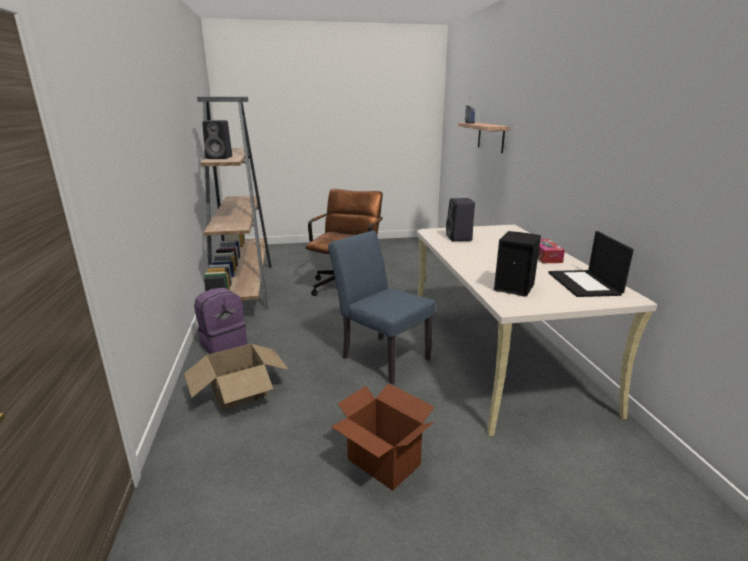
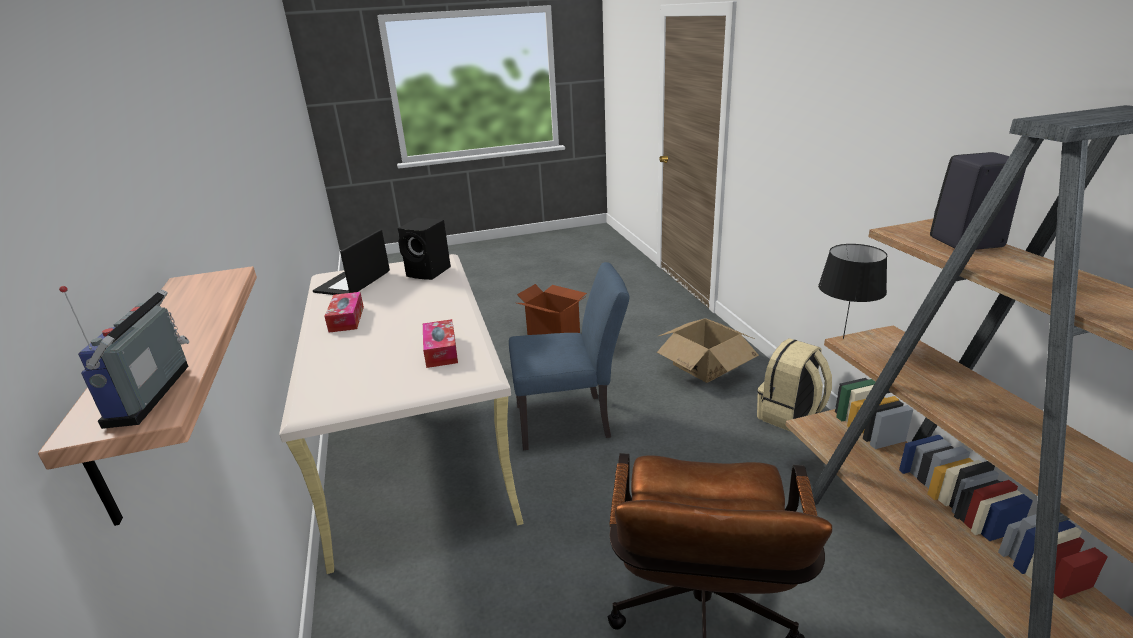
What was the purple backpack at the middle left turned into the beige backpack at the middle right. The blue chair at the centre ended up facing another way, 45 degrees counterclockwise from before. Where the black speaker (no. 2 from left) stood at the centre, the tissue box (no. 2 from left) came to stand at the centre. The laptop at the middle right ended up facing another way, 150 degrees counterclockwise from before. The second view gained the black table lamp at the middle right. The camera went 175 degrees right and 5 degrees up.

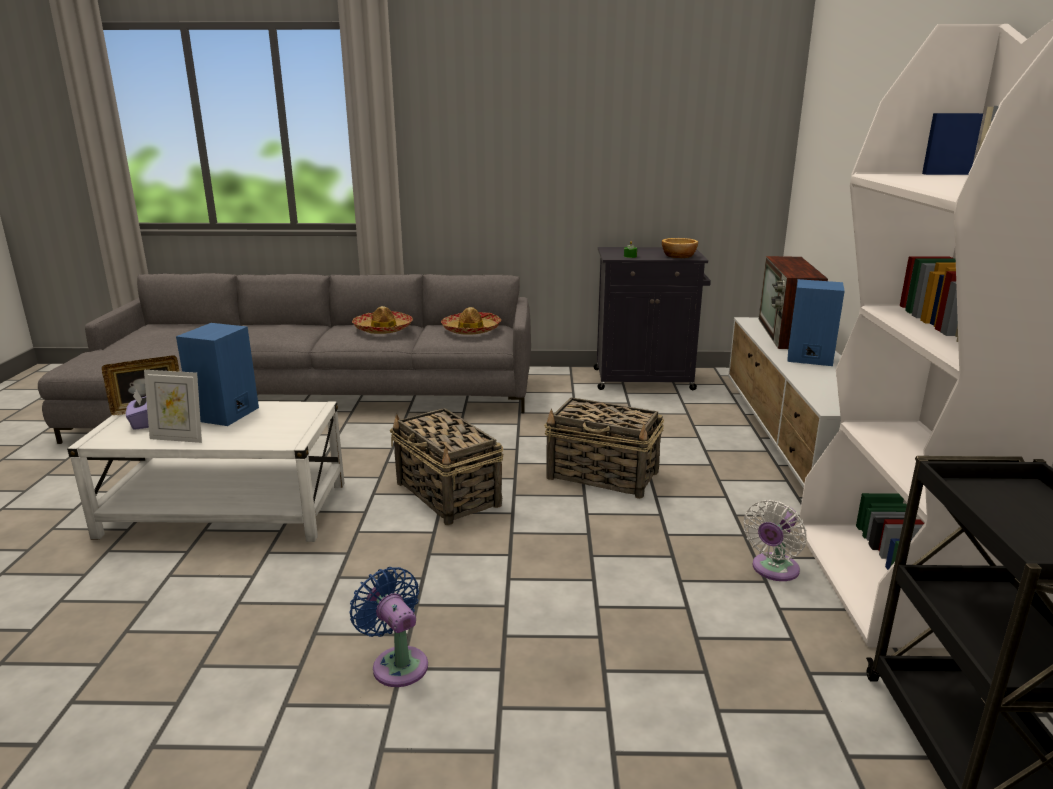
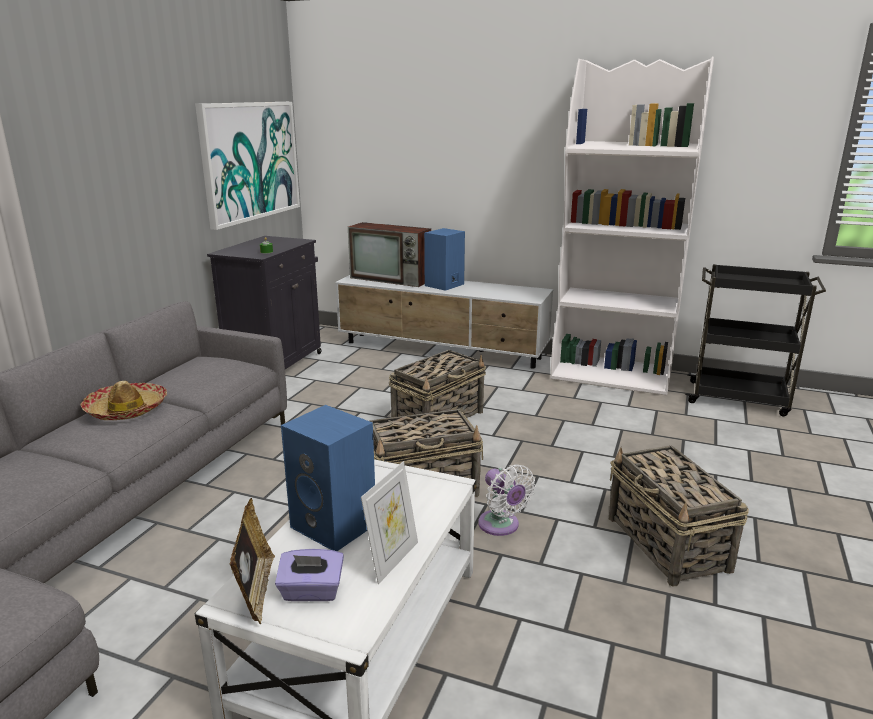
Where the blue fan stood at the bottom centre, the basket (no. 3 from left) came to stand at the bottom right. The second view lost the hat (no. 2 from left) at the centre. The second view lost the bowl at the top centre. The white fan ended up elsewhere, having gone from the bottom right to the bottom centre. The second view gained the picture at the top left. The camera went 70 degrees left and 0 degrees up.

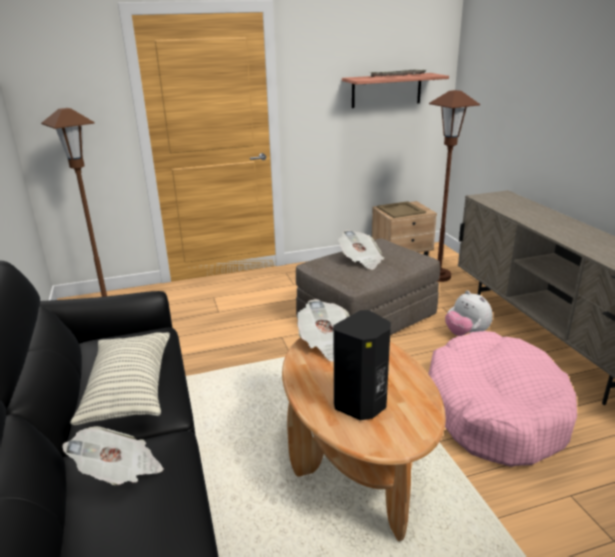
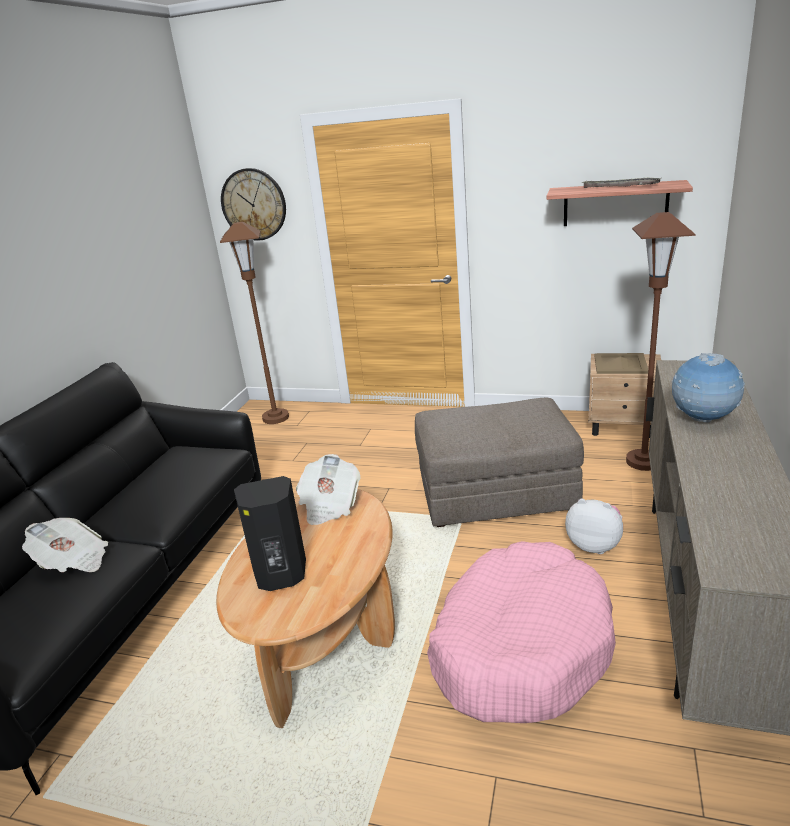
The second view lost the pillow at the bottom left. The second view lost the newspaper (no. 3 from left) at the centre. The plush toy at the middle right ended up facing another way, 120 degrees clockwise from before. The second view gained the wall clock at the top left. The second view gained the globe at the middle right. The camera went 35 degrees right and 0 degrees up.

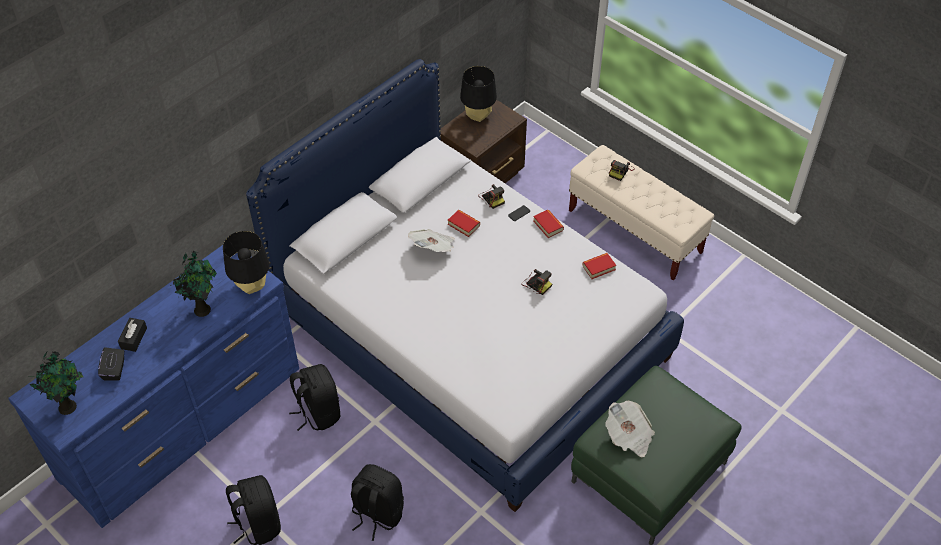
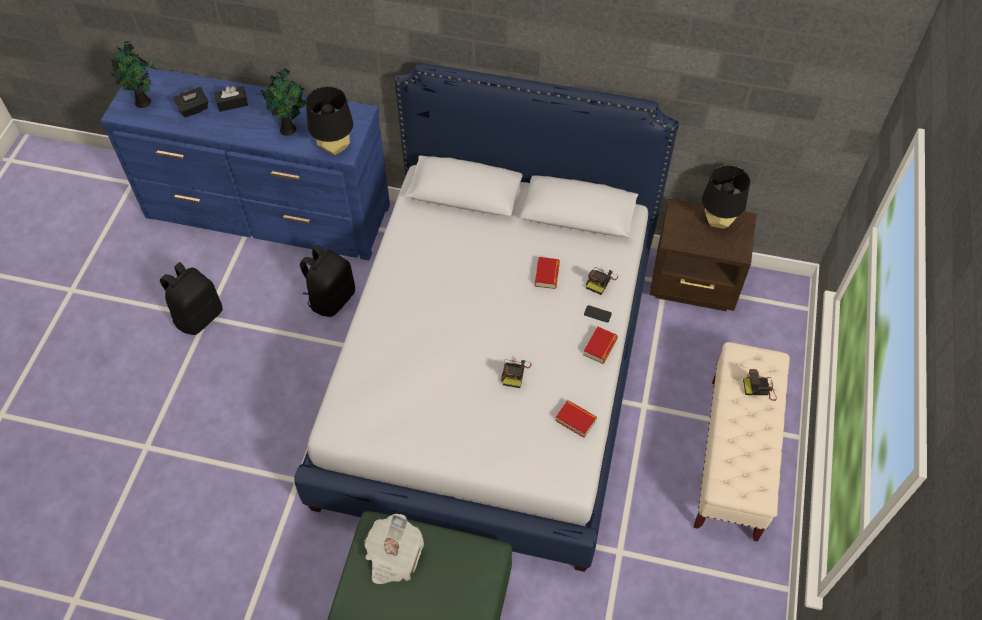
The second view lost the black backpack (no. 3 from left) at the bottom centre. The second view lost the newspaper (no. 1 from left) at the centre. The camera went 60 degrees right and 5 degrees up.

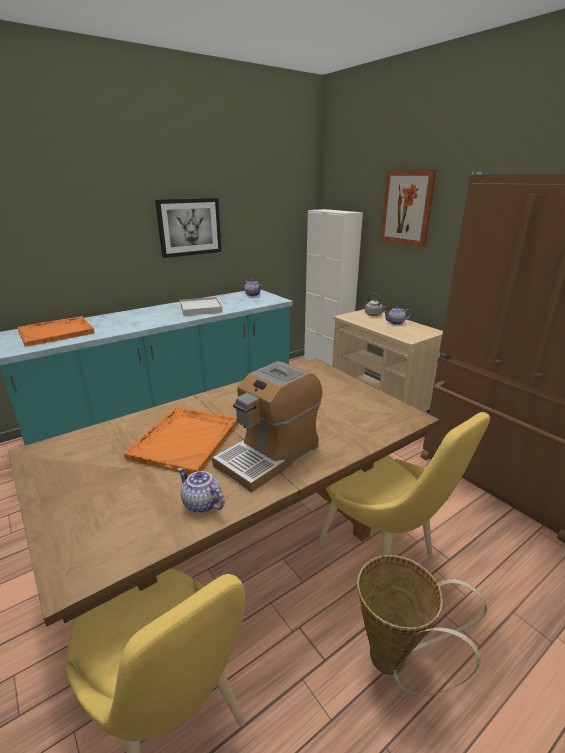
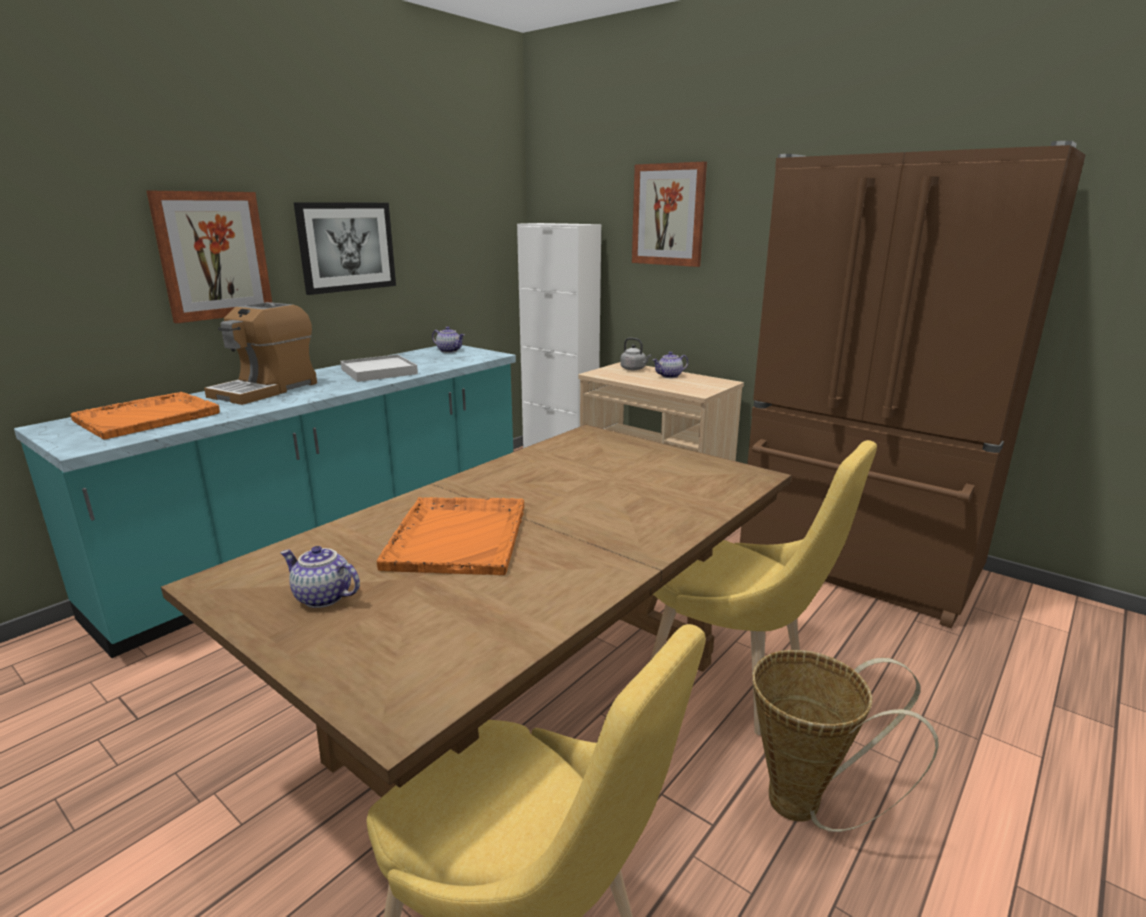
The teapot (no. 1 from left) ended up elsewhere, having gone from the centre to the middle left. The coffee machine ended up elsewhere, having gone from the centre to the middle left. The second view gained the picture (no. 1 from left) at the top left. The camera went 15 degrees left and 5 degrees down.

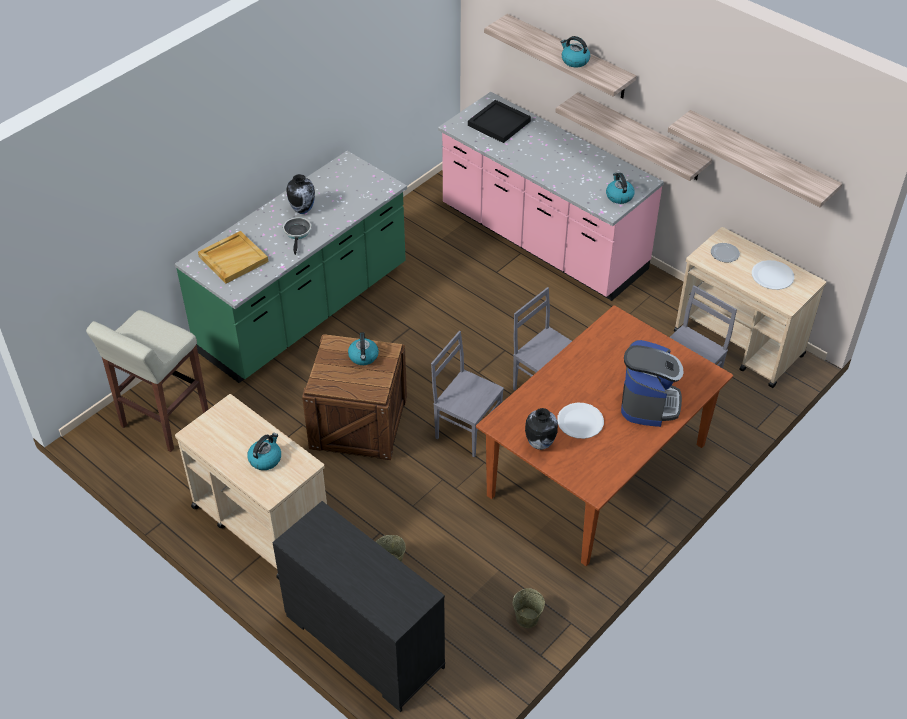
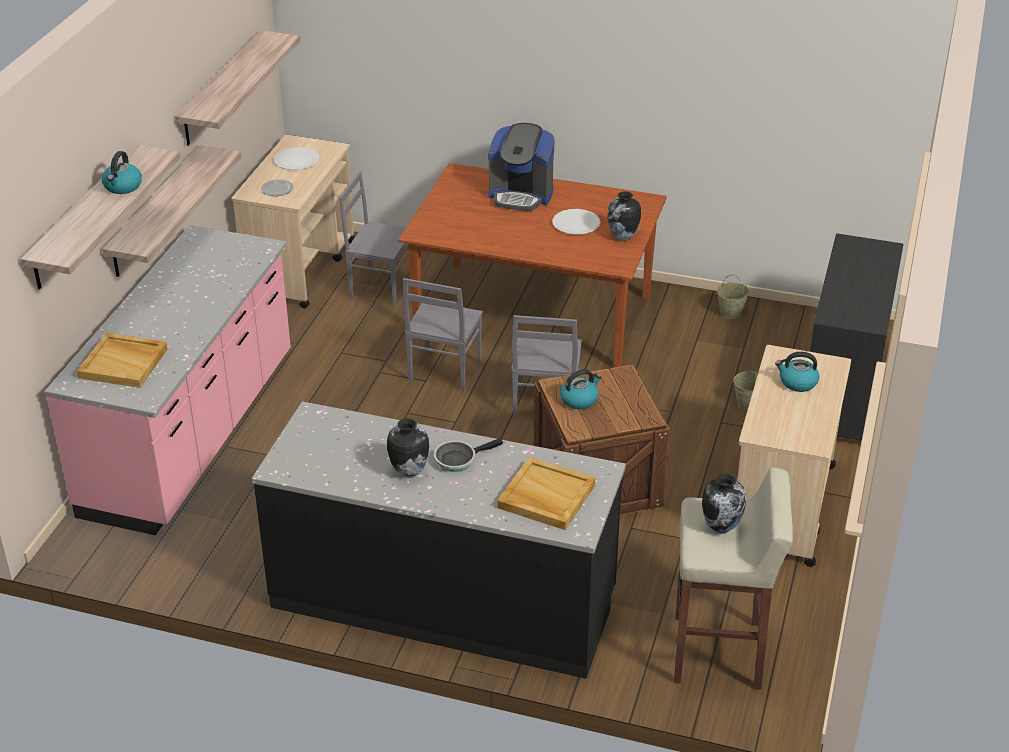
What was the green counter at the middle left turned into the black counter at the bottom centre. What was the black tray at the top centre turned into the beige tray (no. 1 from left) at the middle left. The second view lost the kettle (no. 4 from left) at the top right. The coffee machine at the middle right ended up facing another way, 150 degrees counterclockwise from before. The second view gained the vase (no. 3 from left) at the bottom right. The camera went 115 degrees left and 10 degrees down.

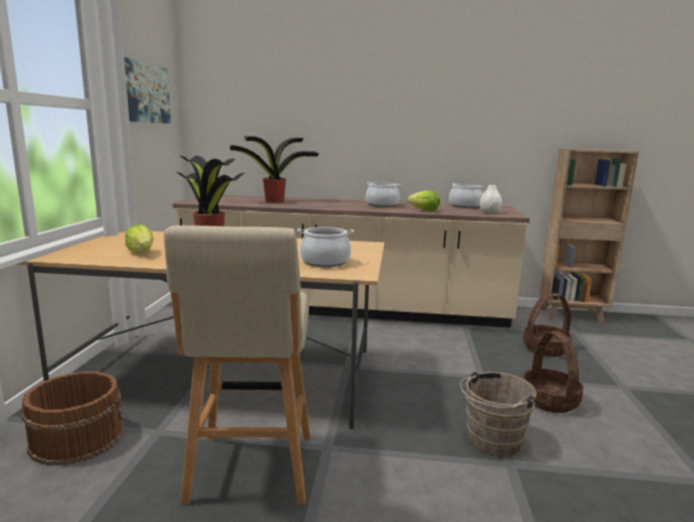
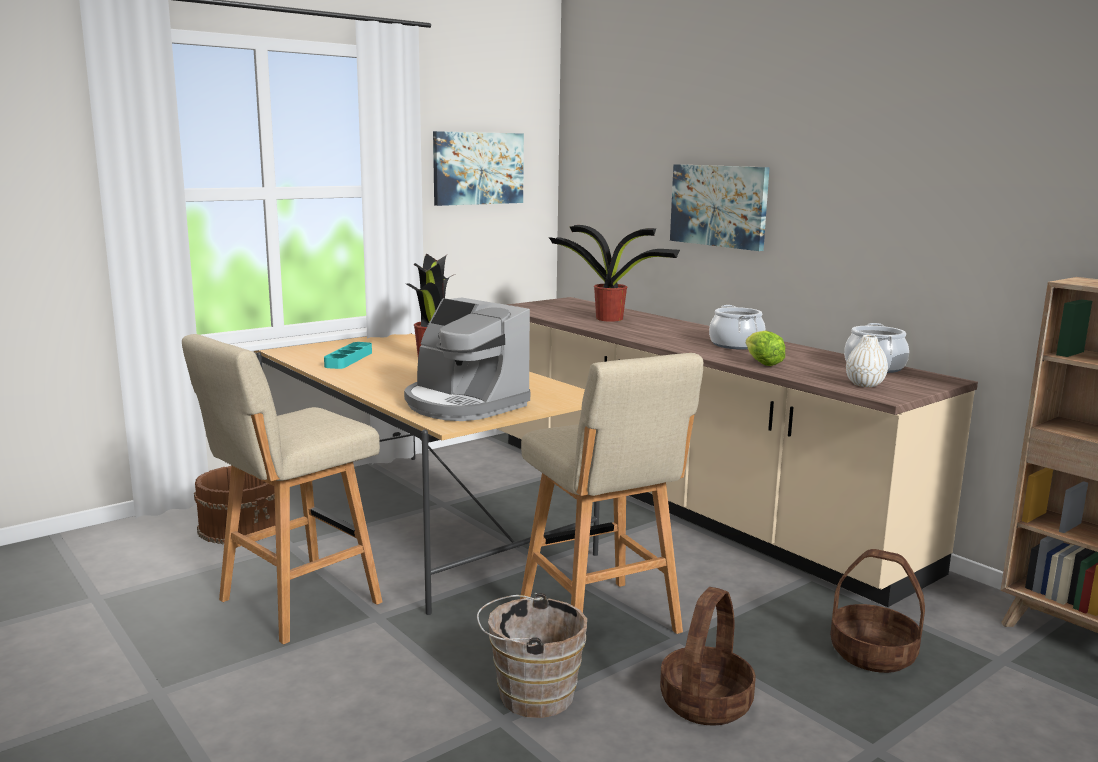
Where the lettuce (no. 1 from left) stood at the middle left, the turquoise tray came to stand at the middle left. Where the cooking pot (no. 1 from left) stood at the centre, the coffee machine came to stand at the centre. The second view gained the beige stool (no. 2 from left) at the centre. The second view gained the picture (no. 2 from left) at the top centre. The camera went 45 degrees right and 0 degrees up.

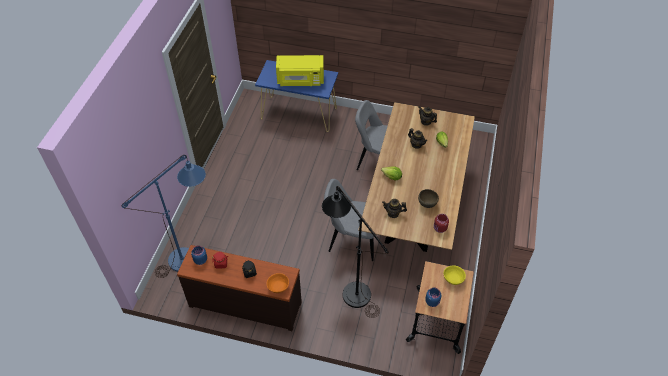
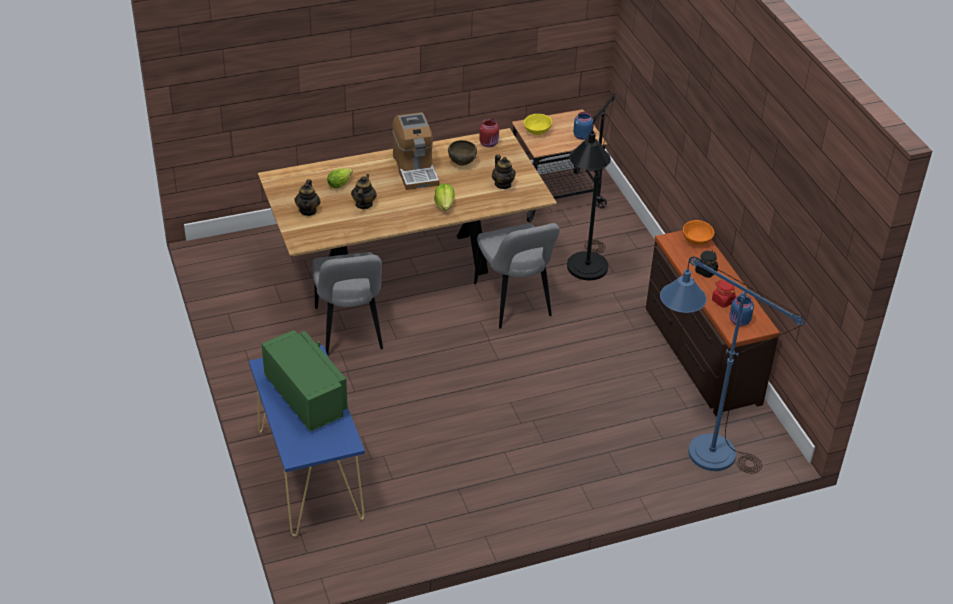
What was the yellow microwave at the top centre turned into the green microwave at the middle left. The second view gained the coffee machine at the top centre. The camera went 125 degrees left and 10 degrees down.

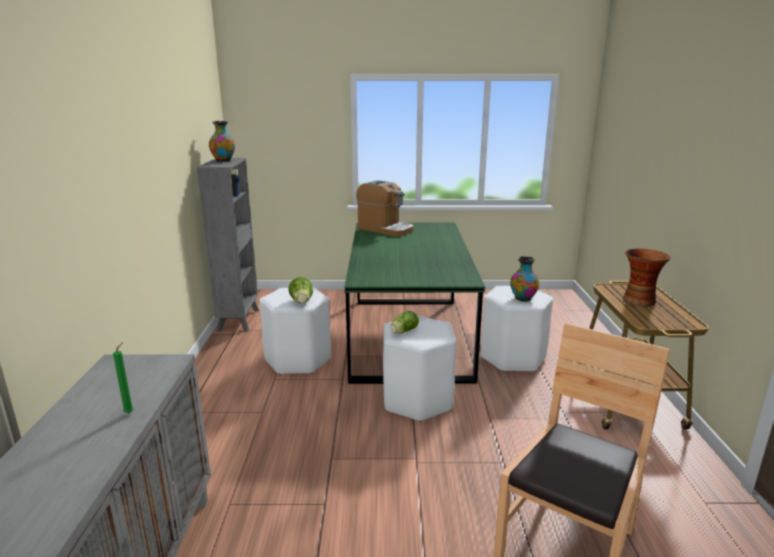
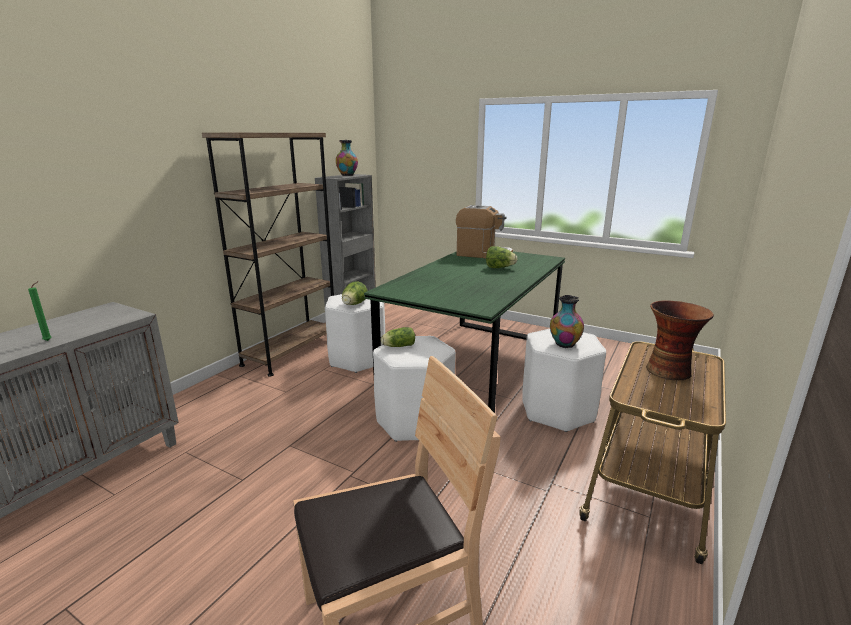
The coffee machine at the centre ended up facing another way, 45 degrees counterclockwise from before. The second view gained the brown bookcase at the middle left. The second view gained the lettuce (no. 3 from left) at the centre. The camera went 30 degrees right and 0 degrees up.

